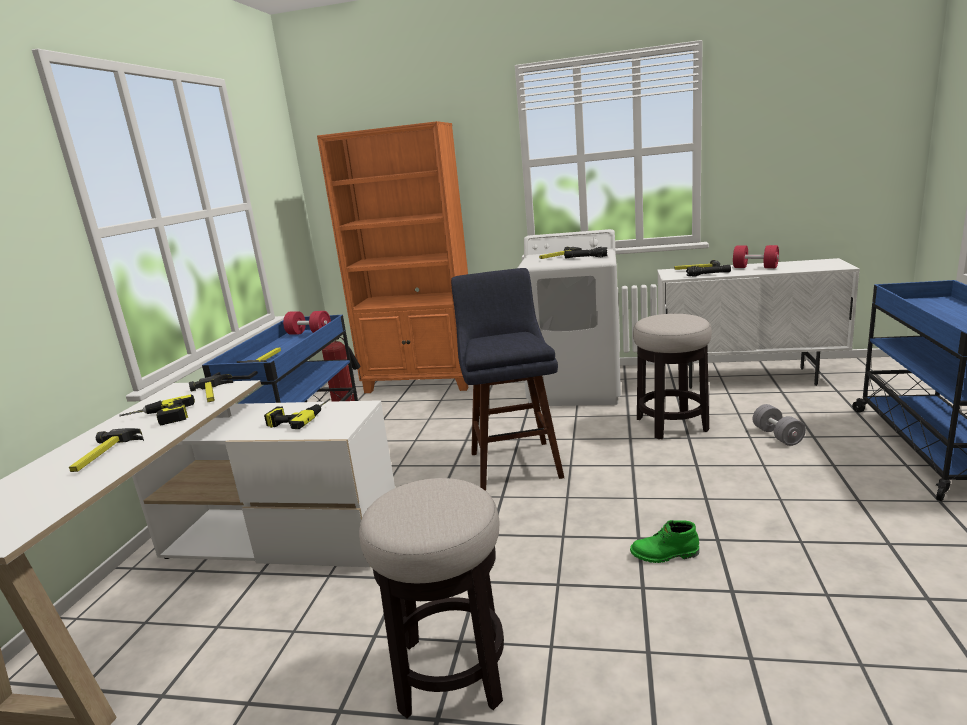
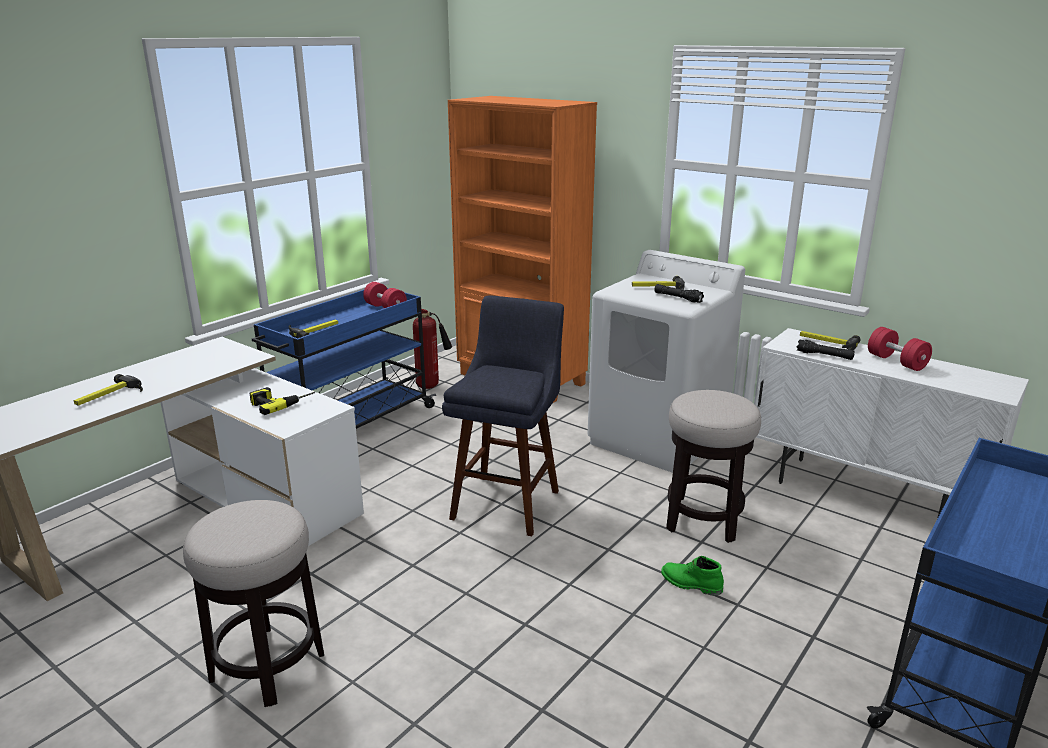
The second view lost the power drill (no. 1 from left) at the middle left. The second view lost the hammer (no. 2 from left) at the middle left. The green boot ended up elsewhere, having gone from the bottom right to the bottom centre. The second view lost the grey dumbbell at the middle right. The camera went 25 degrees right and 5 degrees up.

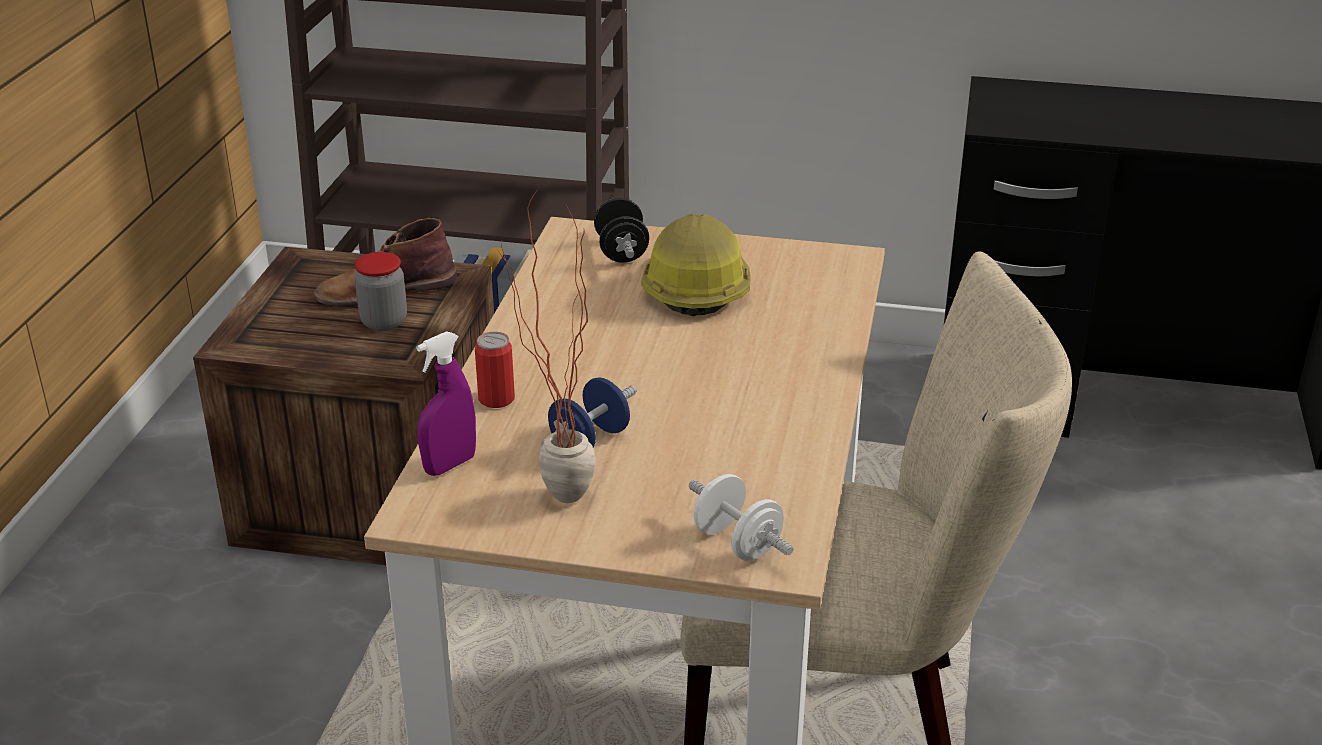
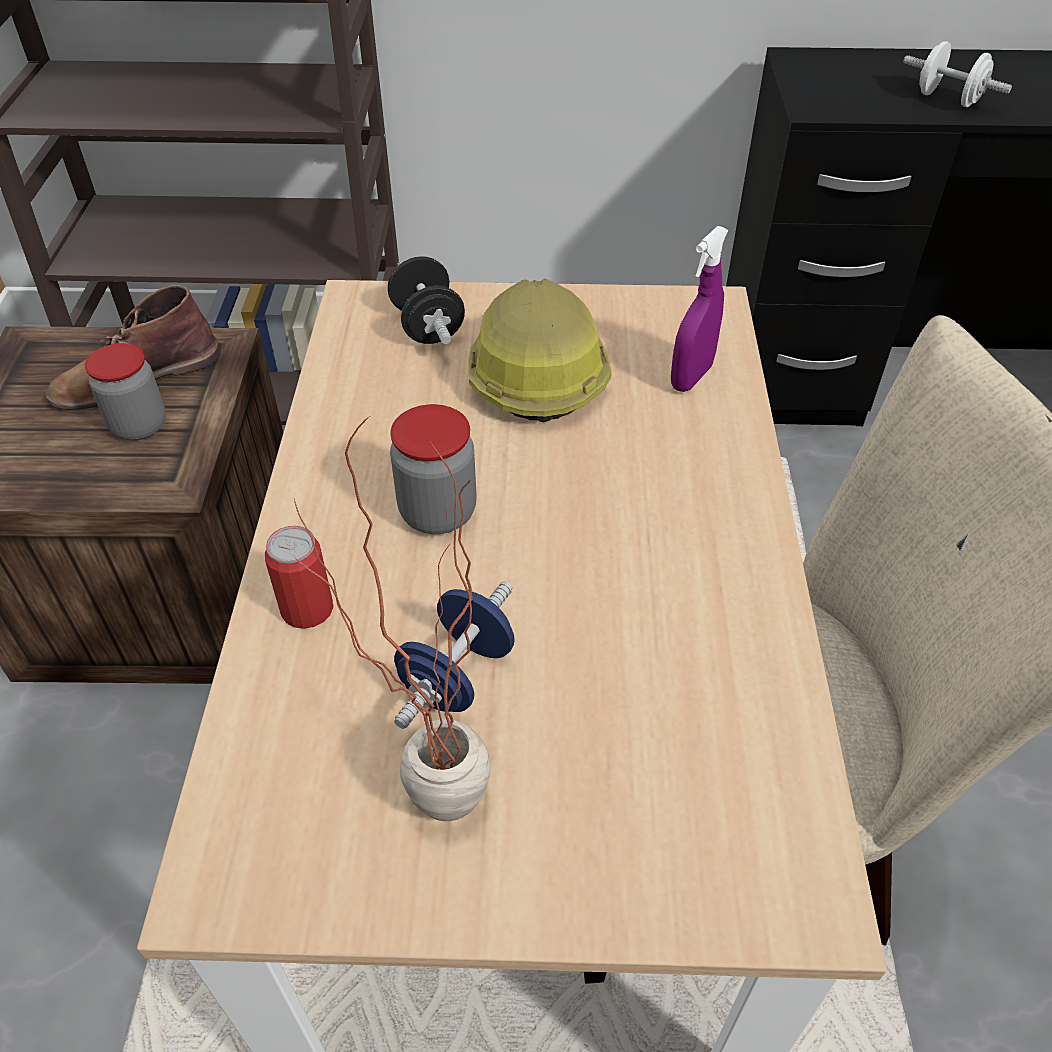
The purple spray bottle ended up elsewhere, having gone from the centre to the top centre. The white dumbbell ended up elsewhere, having gone from the bottom centre to the top right. The second view gained the jar (no. 2 from left) at the centre. The camera went 10 degrees left and 15 degrees up.

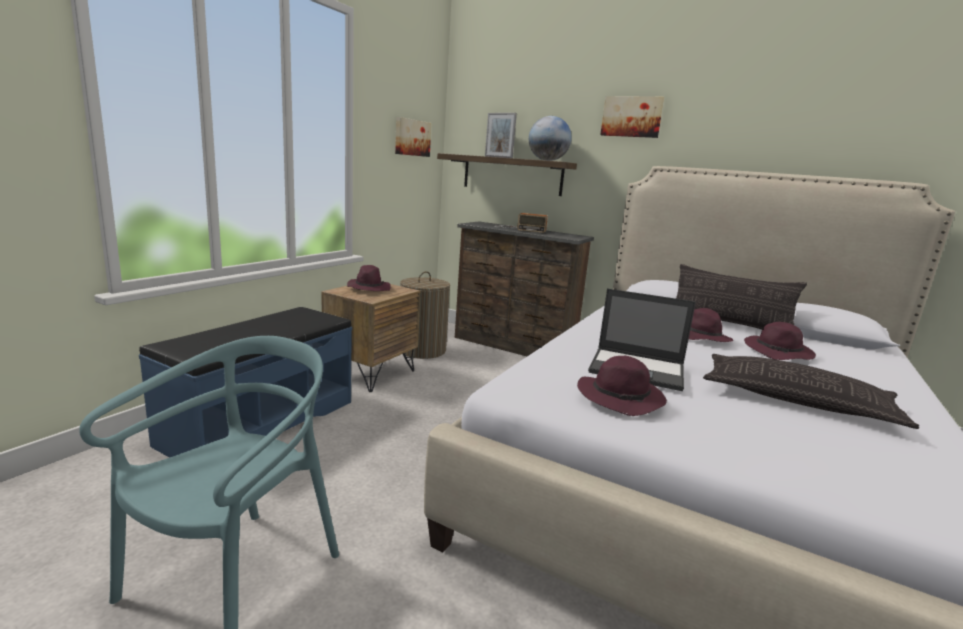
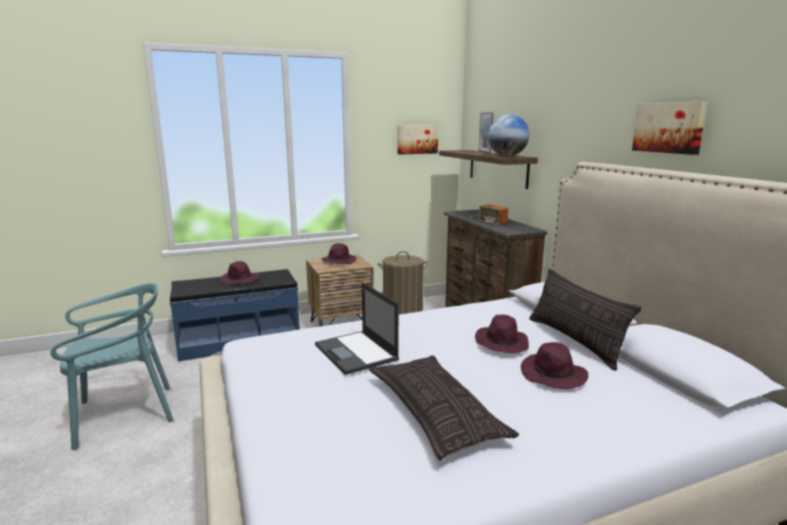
The purple hat (no. 2 from left in the first image) ended up elsewhere, having gone from the centre to the middle left. The picture (no. 2 from left) ended up elsewhere, having gone from the top centre to the top right. The camera went 40 degrees right and 0 degrees up.

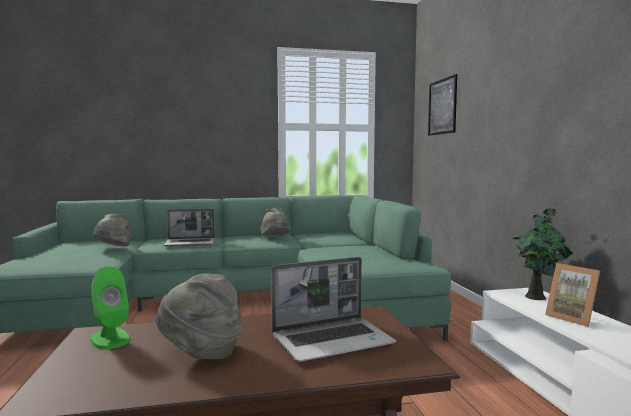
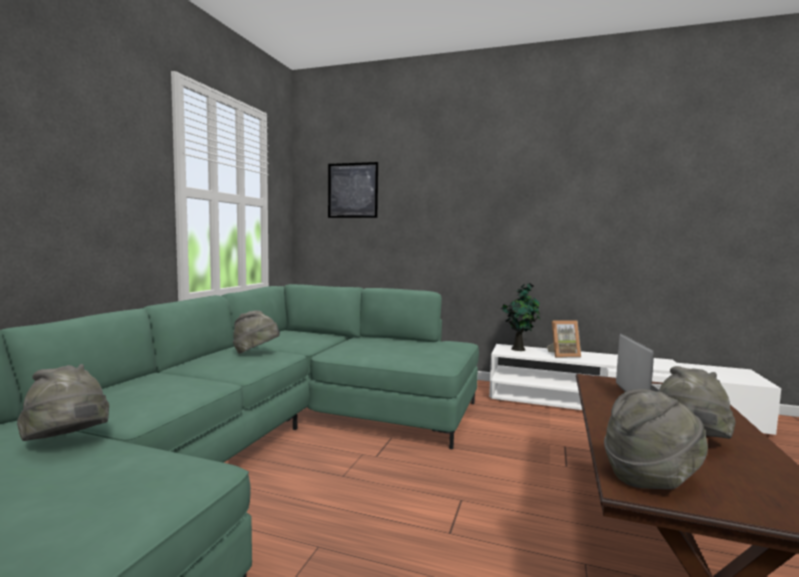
Where the green speaker stood at the bottom left, the grey hat (no. 3 from left) came to stand at the bottom right. The second view lost the laptop (no. 1 from left) at the middle left. The camera went 60 degrees left and 0 degrees up.

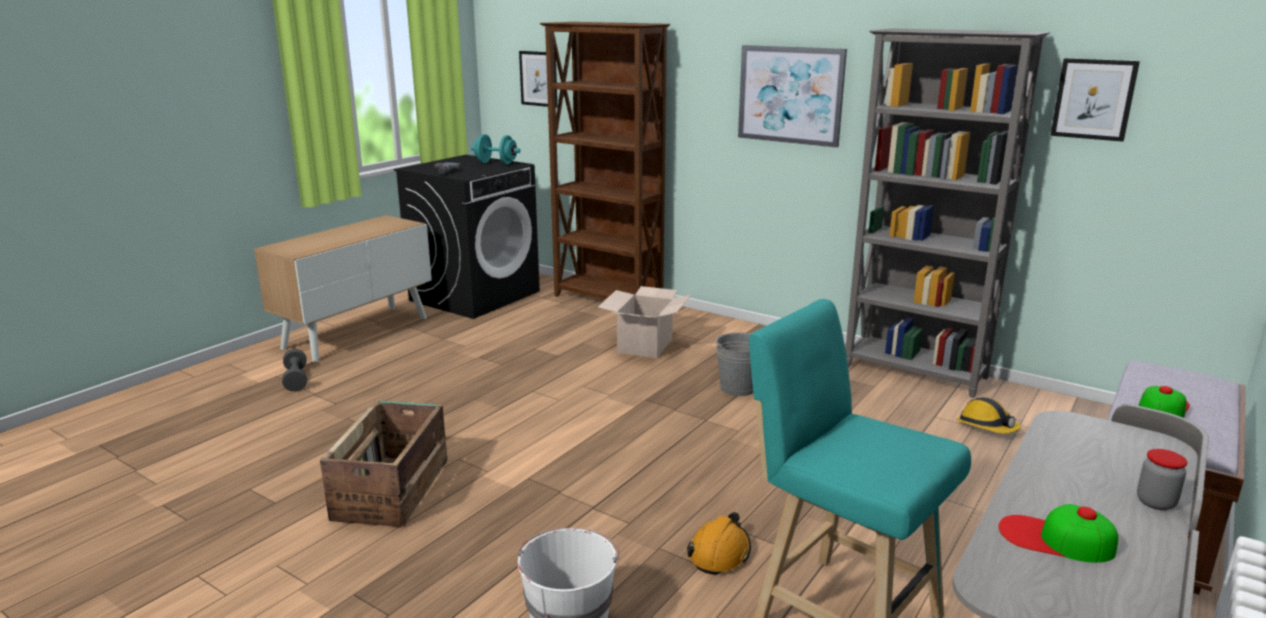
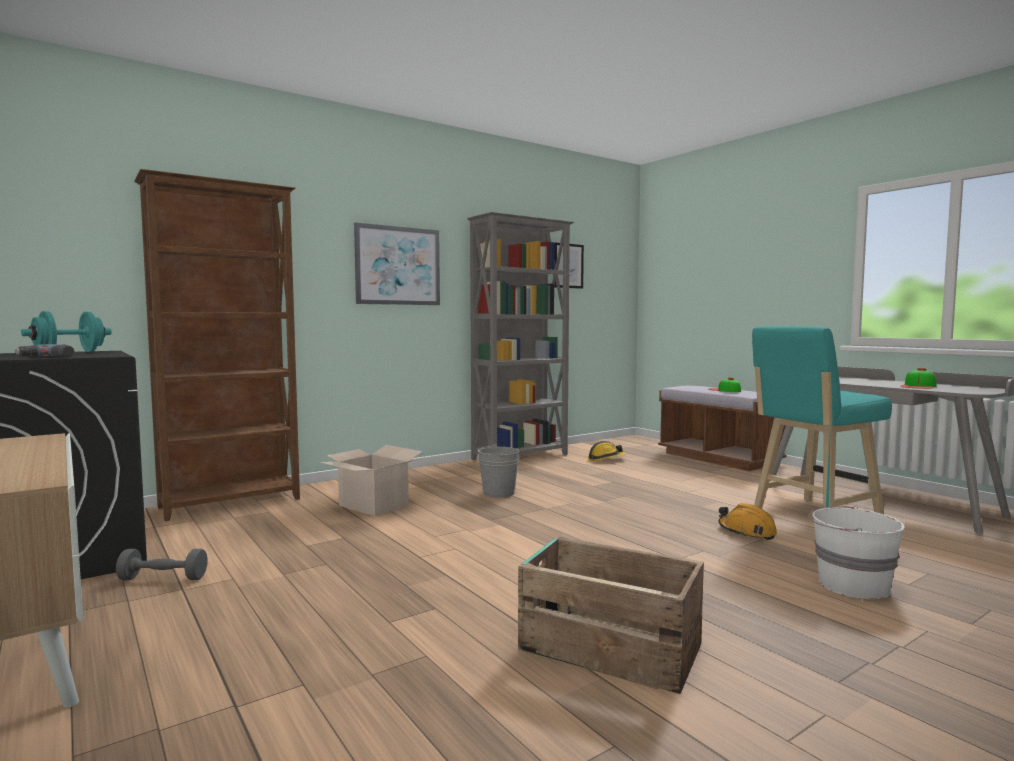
The grey dumbbell ended up elsewhere, having gone from the middle left to the bottom left. The second view lost the picture (no. 1 from left) at the top centre. The second view lost the jar at the bottom right. The camera went 70 degrees left and 15 degrees down.

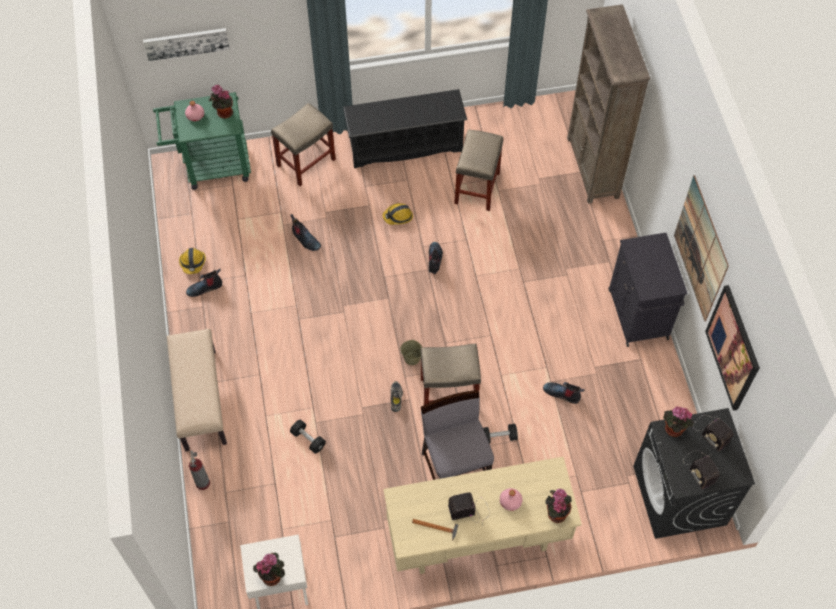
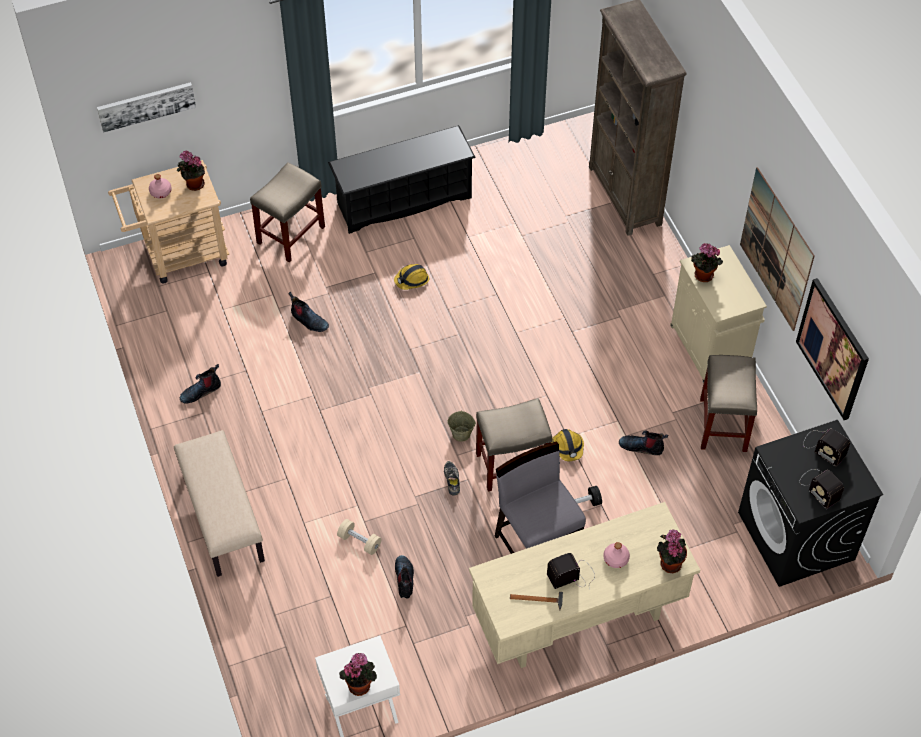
What was the green cart at the top left turned into the beige cart at the top left. The hard hat (no. 1 from left in the first image) ended up elsewhere, having gone from the middle left to the centre. The second view lost the fire extinguisher at the bottom left. What was the black dumbbell (no. 1 from left) at the bottom centre turned into the beige dumbbell at the bottom centre. The boot (no. 3 from left) ended up elsewhere, having gone from the centre to the bottom centre. The beige stool (no. 3 from left) ended up elsewhere, having gone from the top centre to the middle right. What was the black cabinet at the middle right turned into the beige cabinet at the middle right. The potted plant (no. 4 from left) ended up elsewhere, having gone from the bottom right to the middle right. The camera went 10 degrees left and 5 degrees down.

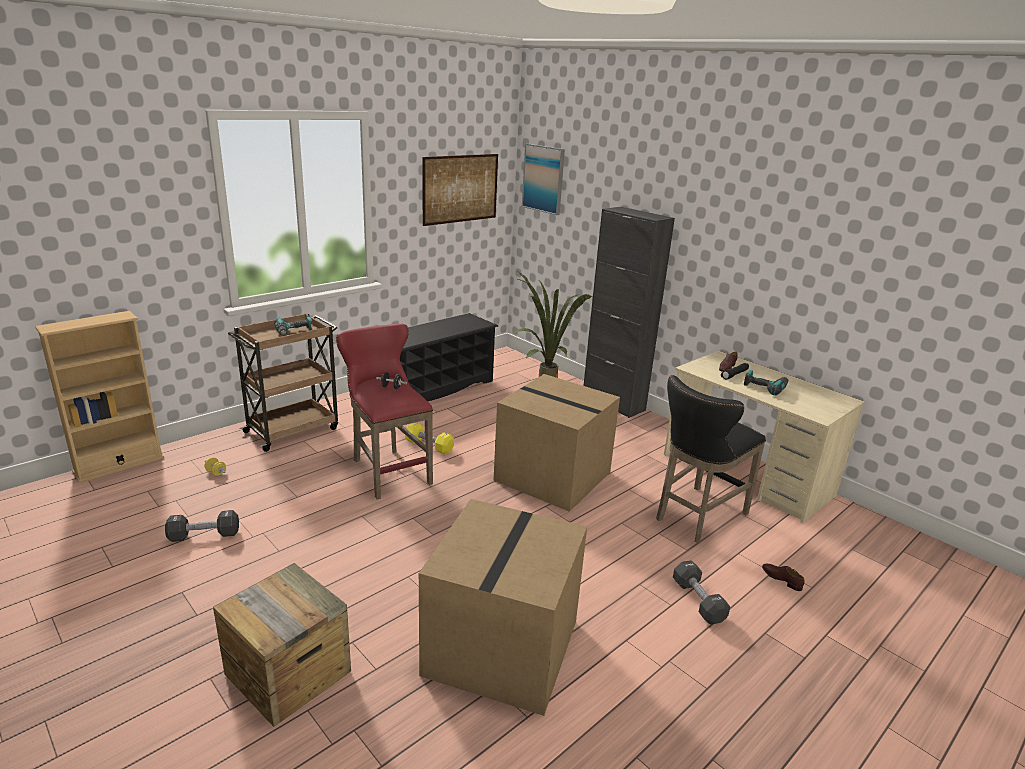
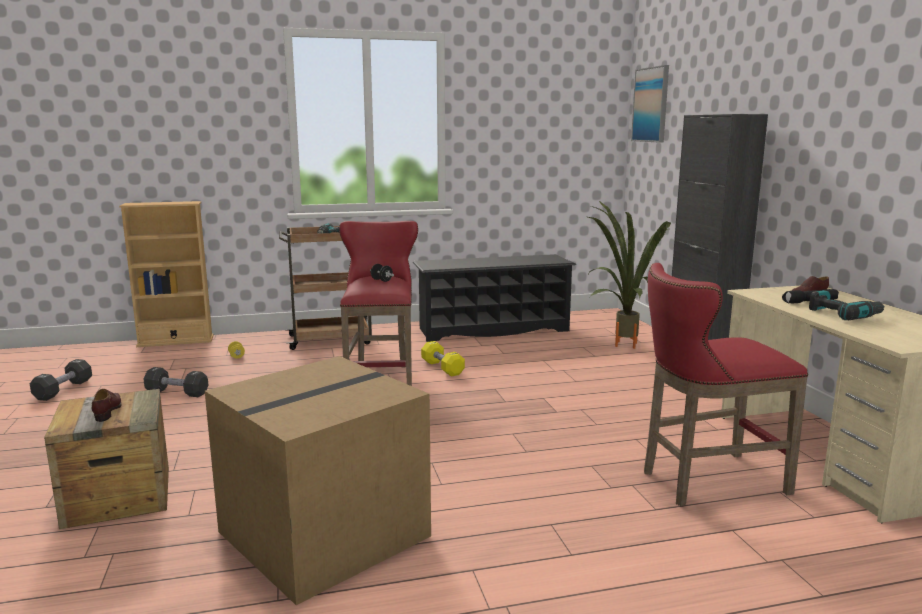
The second view lost the picture (no. 1 from left) at the top centre. The second view lost the cardboard box (no. 2 from left) at the centre. What was the black stool at the middle right turned into the red stool (no. 2 from left) at the middle right. The black dumbbell (no. 3 from left in the first image) ended up elsewhere, having gone from the bottom right to the middle left. The brown shoe (no. 2 from left in the first image) ended up elsewhere, having gone from the bottom right to the middle left. The camera went 30 degrees right and 10 degrees down.

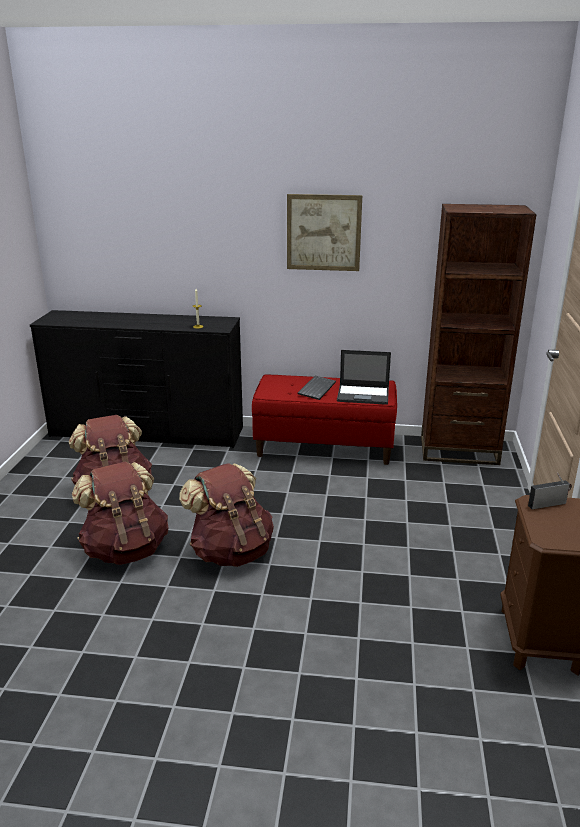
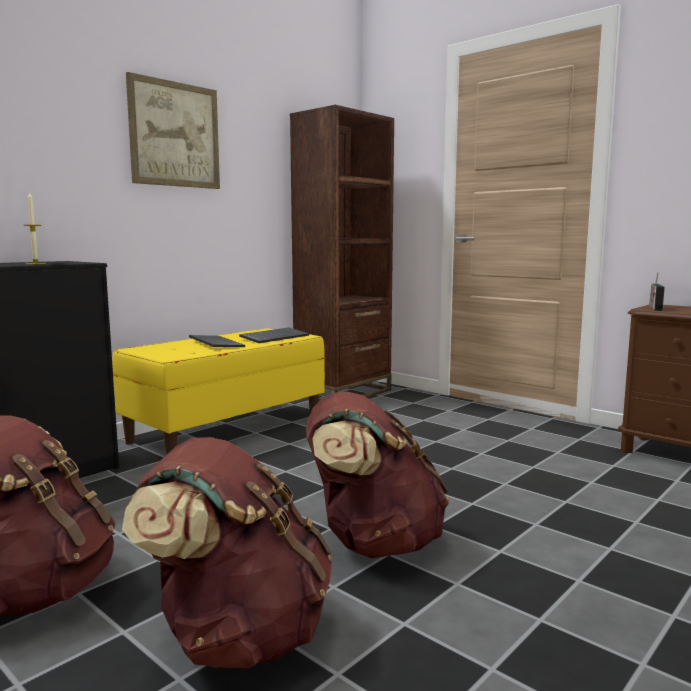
What was the red bench at the centre turned into the yellow bench at the middle left. Where the laptop stood at the centre, the keyboard (no. 2 from left) came to stand at the centre. The camera went 55 degrees left and 15 degrees down.

